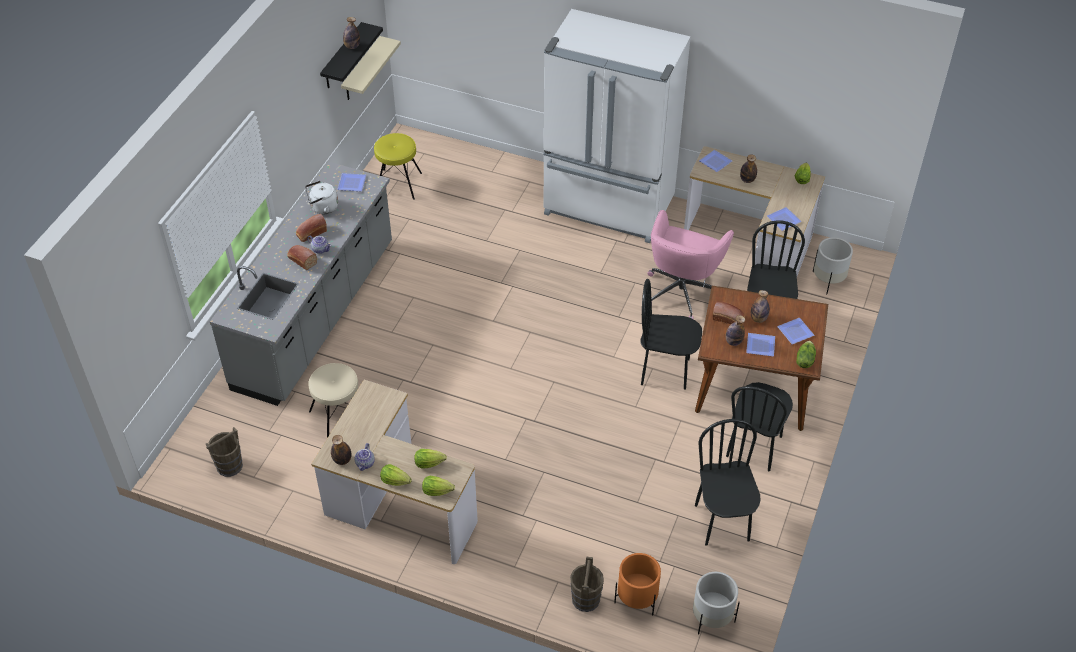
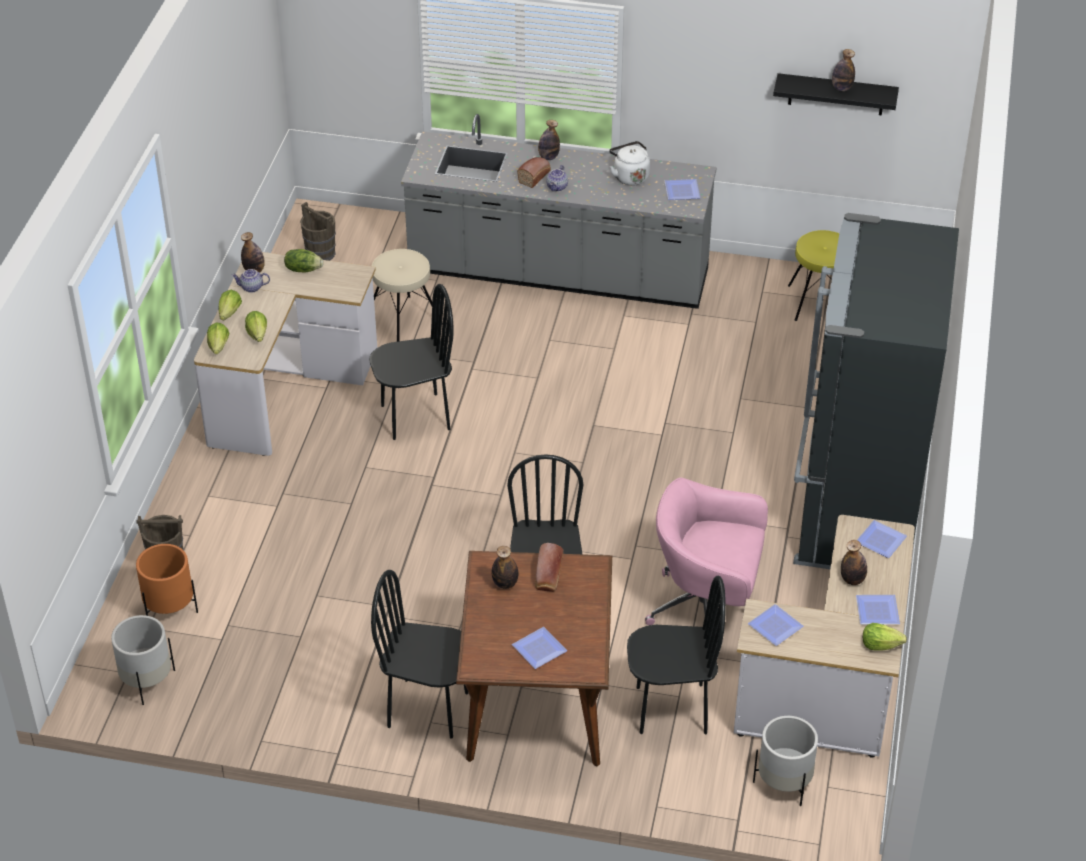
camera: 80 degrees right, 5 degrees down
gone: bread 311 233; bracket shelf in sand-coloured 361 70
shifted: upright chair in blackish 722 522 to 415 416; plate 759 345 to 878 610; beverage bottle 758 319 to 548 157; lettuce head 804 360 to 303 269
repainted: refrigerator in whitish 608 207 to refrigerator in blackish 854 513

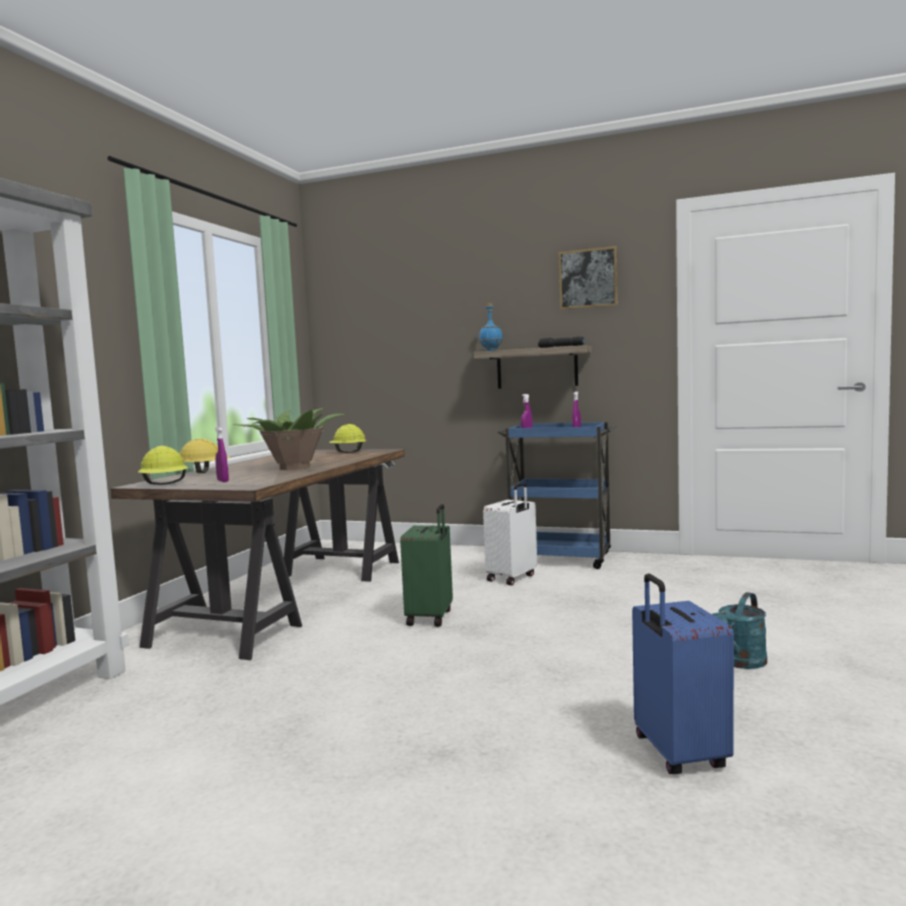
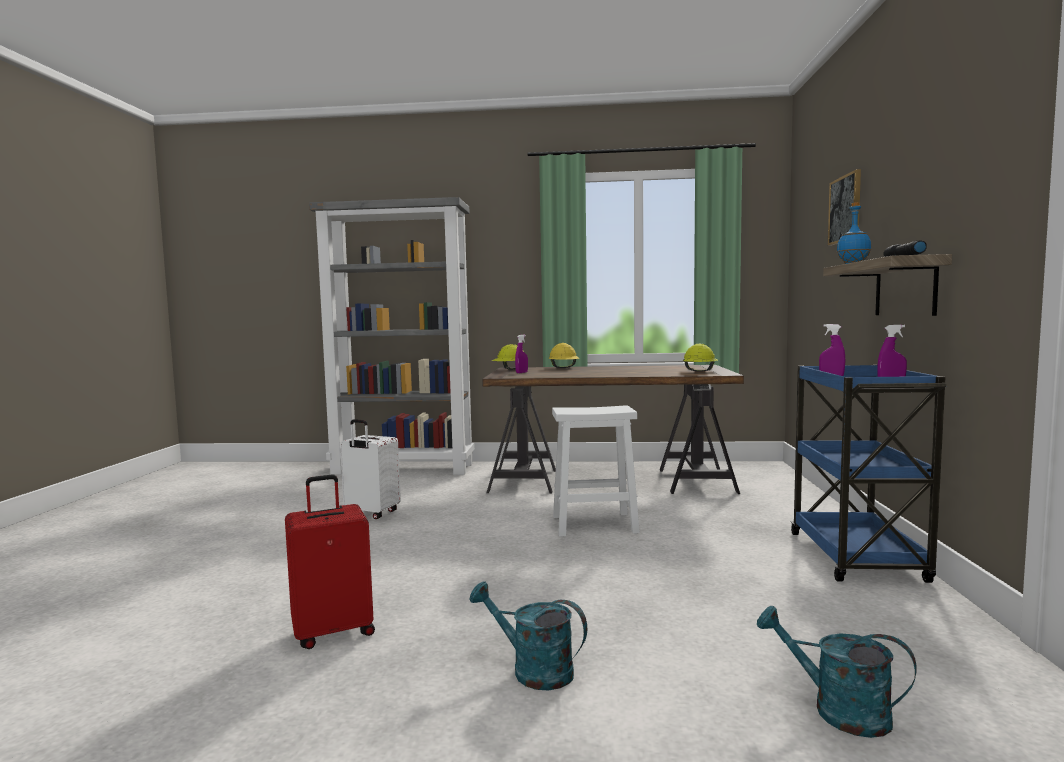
camera: 75 degrees right, 0 degrees up
gone: plant in a pot 294 468
new: watering pot in turquoise 837 710
shifted: suitcase in whitish 512 578 to 371 513; picture 588 278 to 845 209
swapped: suitcase in green-coloured 431 617 to sitting stool in whitish 592 524
repainted: suitcase in blue 677 754 to suitcase in red 333 631

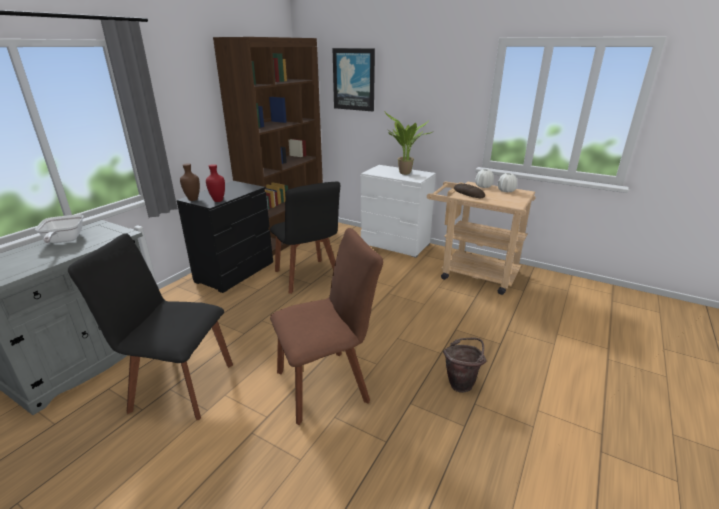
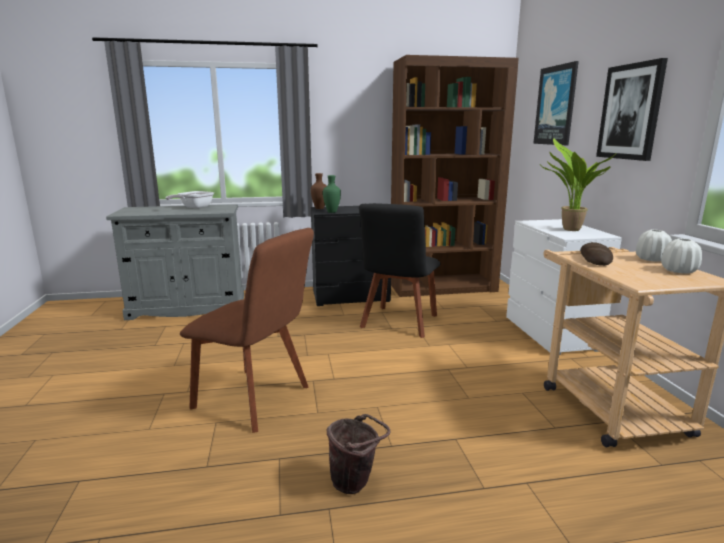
camera: 50 degrees right, 10 degrees down
gone: upright chair in blackish 178 386
new: picture 630 112
repainted: vase in red 218 201 to vase in green-coloured 332 212

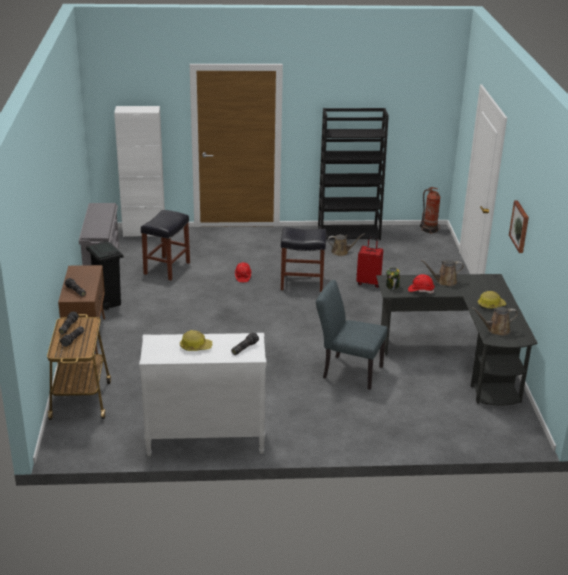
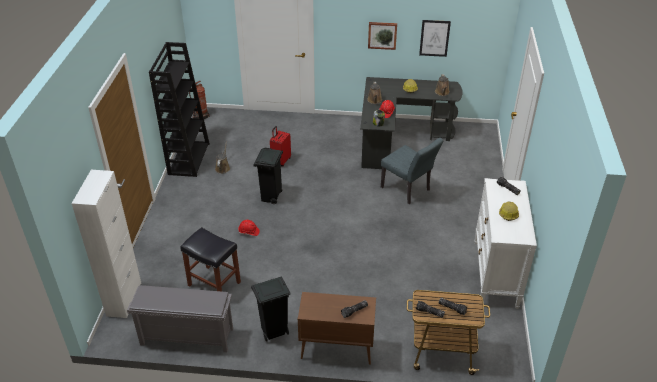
camera: 80 degrees left, 10 degrees up
new: picture 434 38
swapped: sitting stool in blackish 301 283 to trash can in blackish 271 197
rotated: upright chair in greyish 348 371 = 408 190 75 degrees counterclockwise

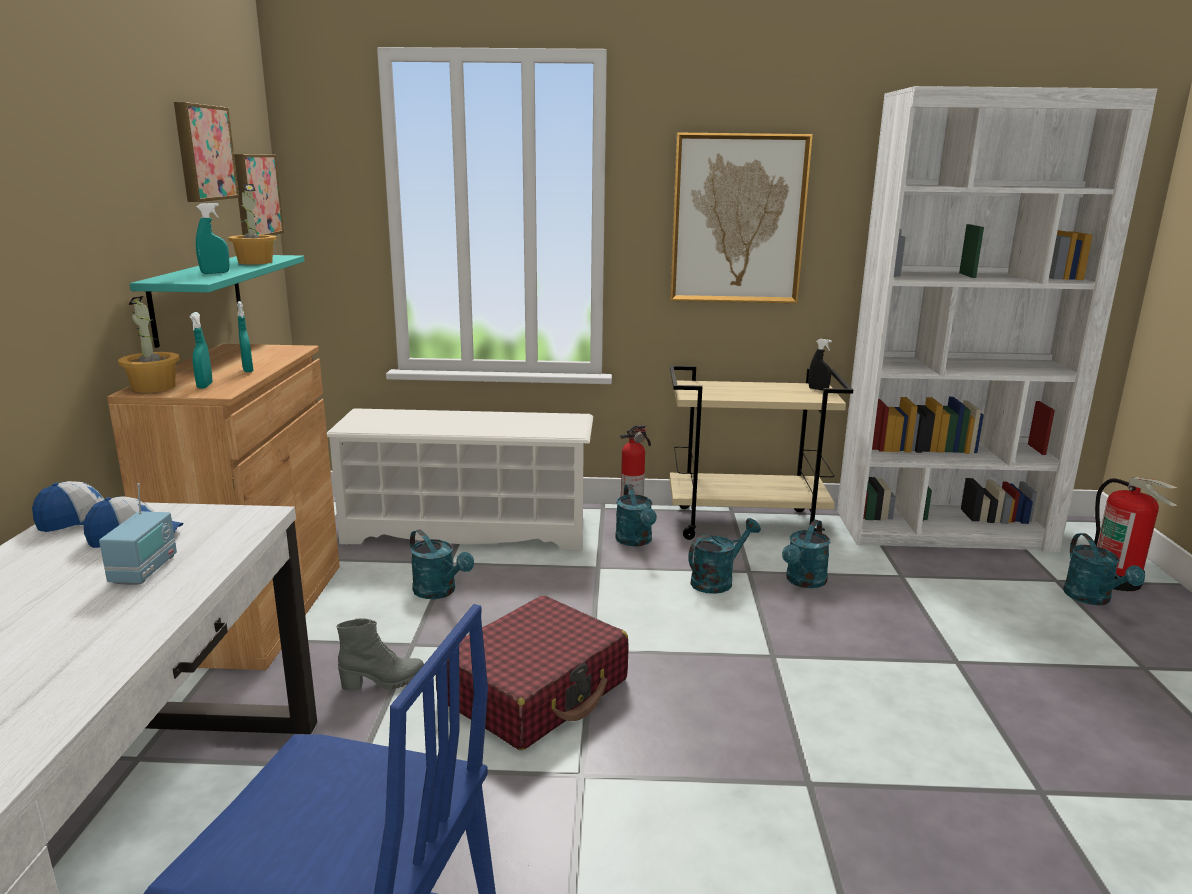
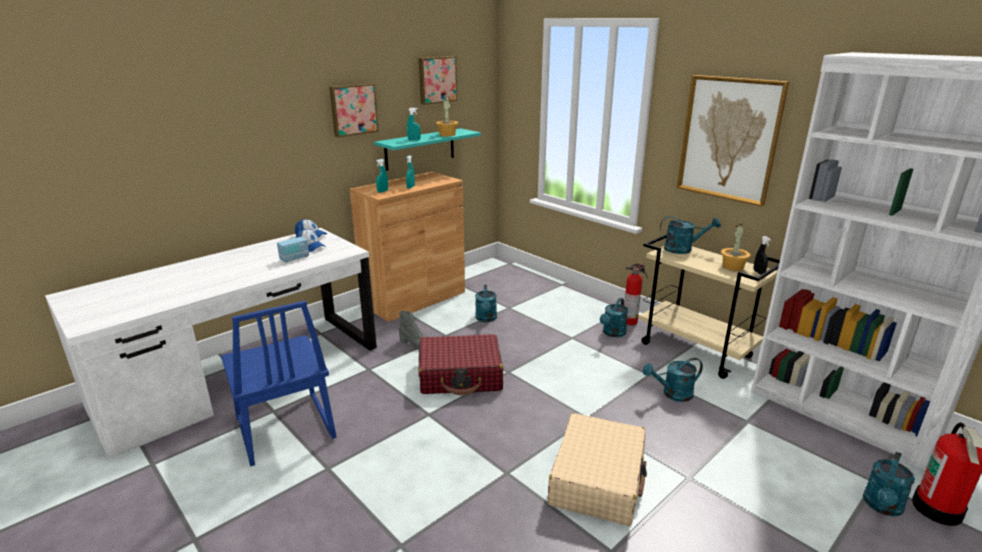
camera: 45 degrees right, 5 degrees up
gone: shoe shelf in whitish 468 530
new: suitcase in sand-coloured 598 479
shifted: plant in a pot 154 387 to 733 267; picture 255 195 to 353 109; watering pot in turquoise 717 580 to 683 249

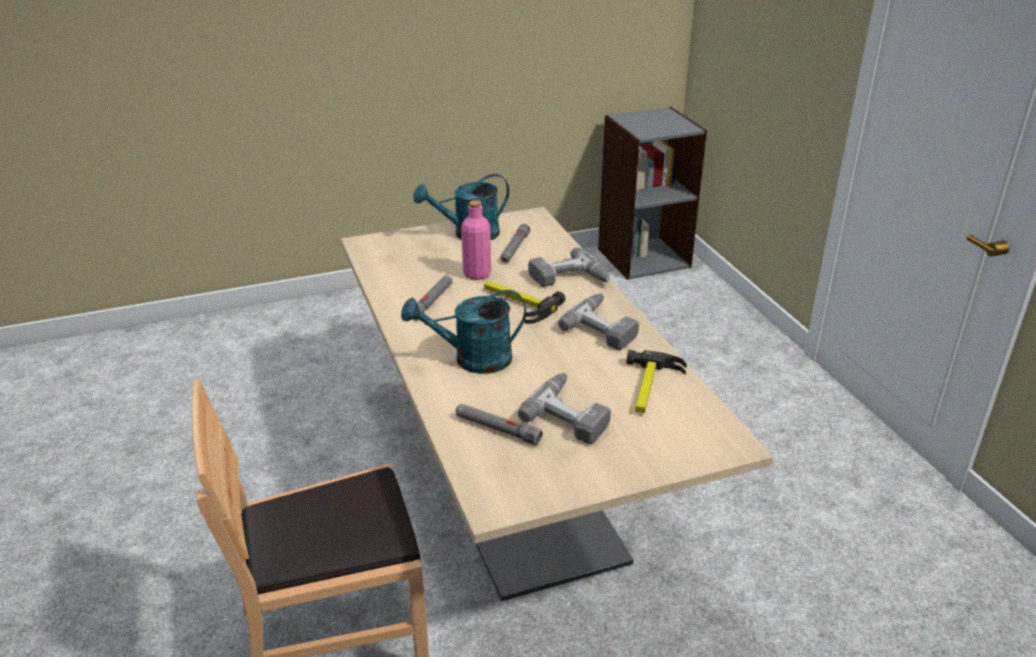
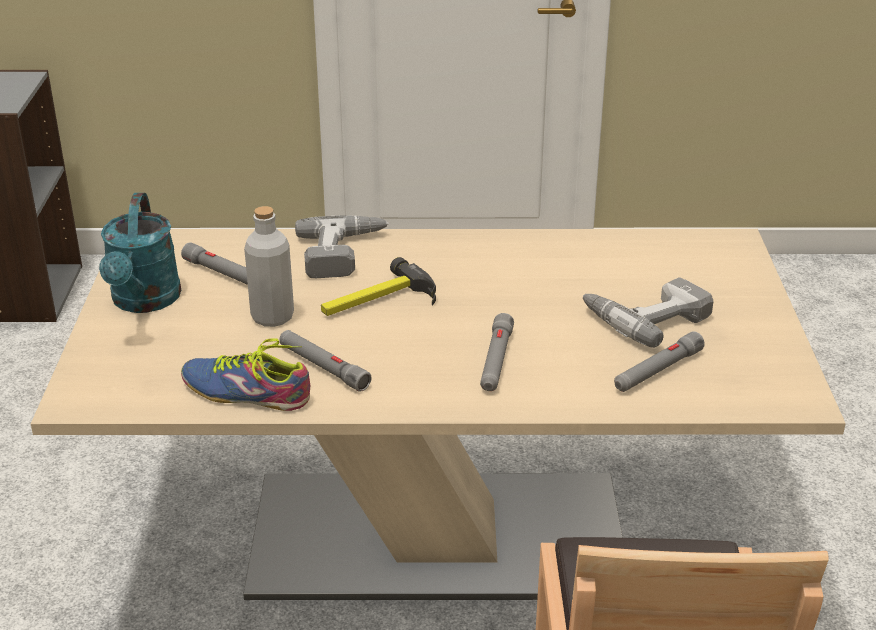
camera: 70 degrees left, 0 degrees up
gone: electric drill 605 327; hammer 651 388
new: low shoe 246 393
swapped: watering pot in turquoise 472 360 to flashlight in greyish 496 361
repainted: beverage bottle in pinkish 477 274 to beverage bottle in greyish 272 317

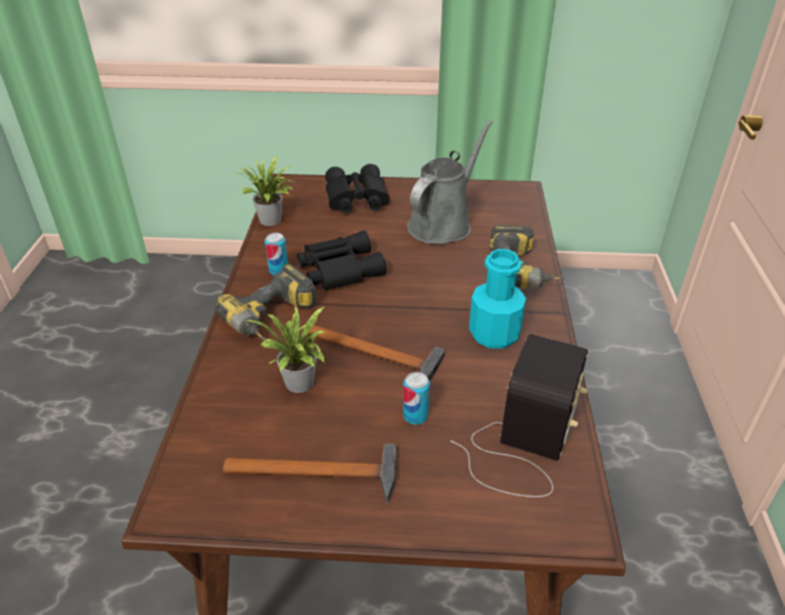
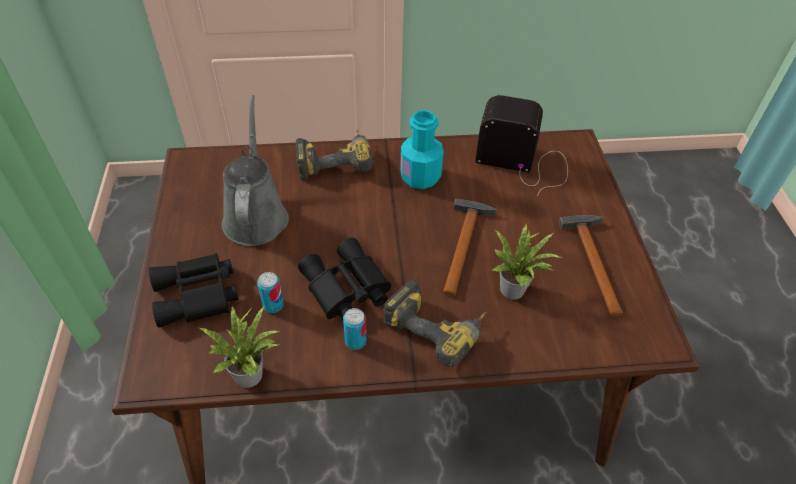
camera: 100 degrees left, 10 degrees up
shifted: can 415 416 to 273 305
rotated: watering pot in greyish 443 224 = 256 215 60 degrees clockwise

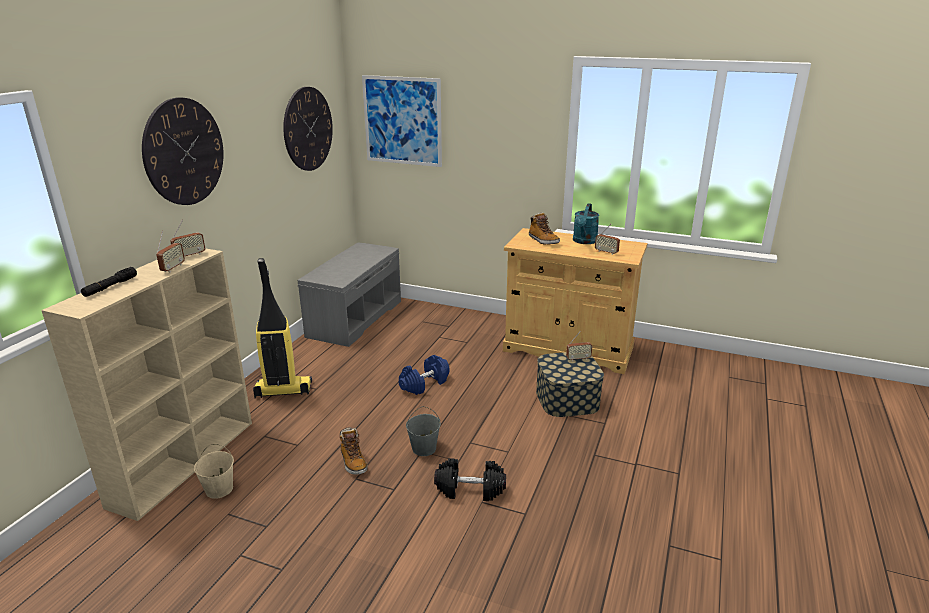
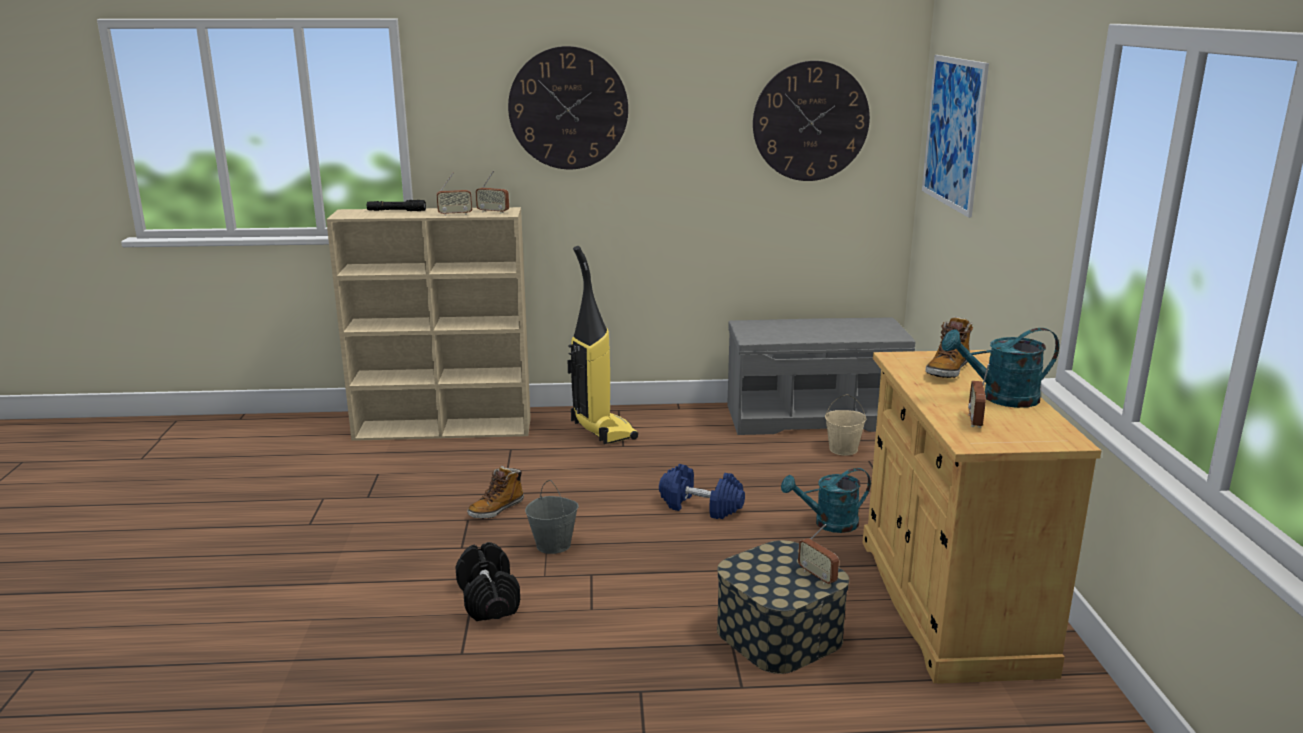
camera: 65 degrees right, 5 degrees down
new: watering pot in turquoise 828 524
shifted: water bucket in sand-coloured 219 489 to 843 449

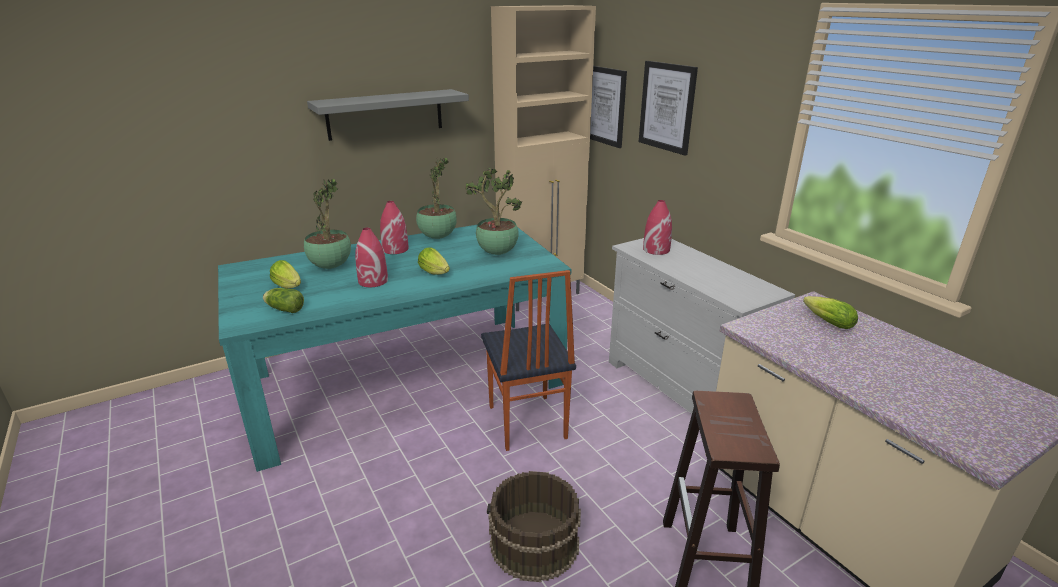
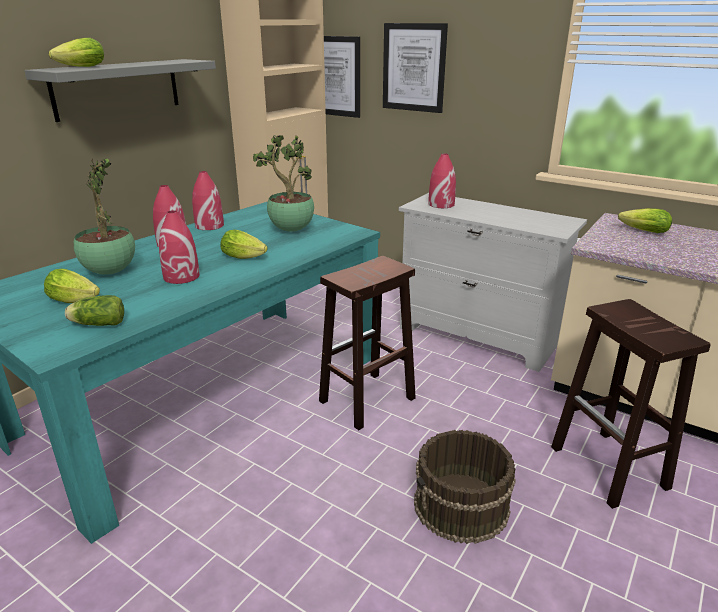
camera: 25 degrees left, 0 degrees up
new: lettuce head 79 67
swapped: plant in a pot 438 237 to vase in red 209 225; upright chair 526 423 to sitting stool in brown 366 400

